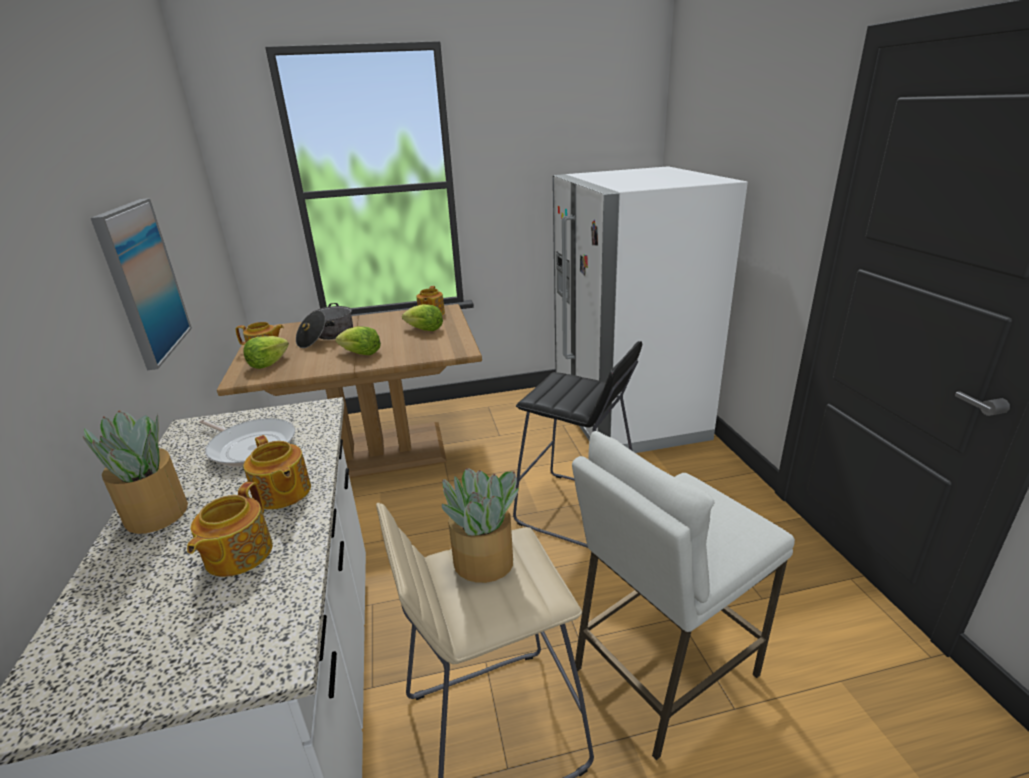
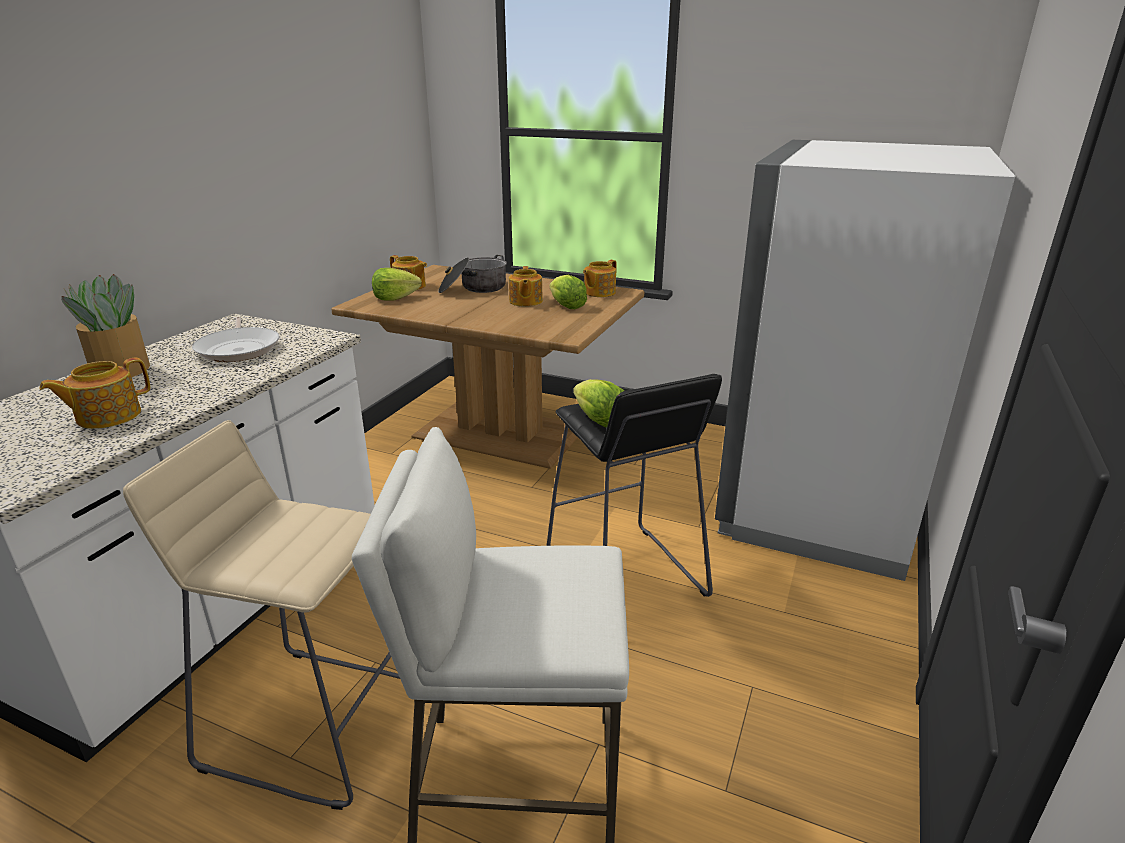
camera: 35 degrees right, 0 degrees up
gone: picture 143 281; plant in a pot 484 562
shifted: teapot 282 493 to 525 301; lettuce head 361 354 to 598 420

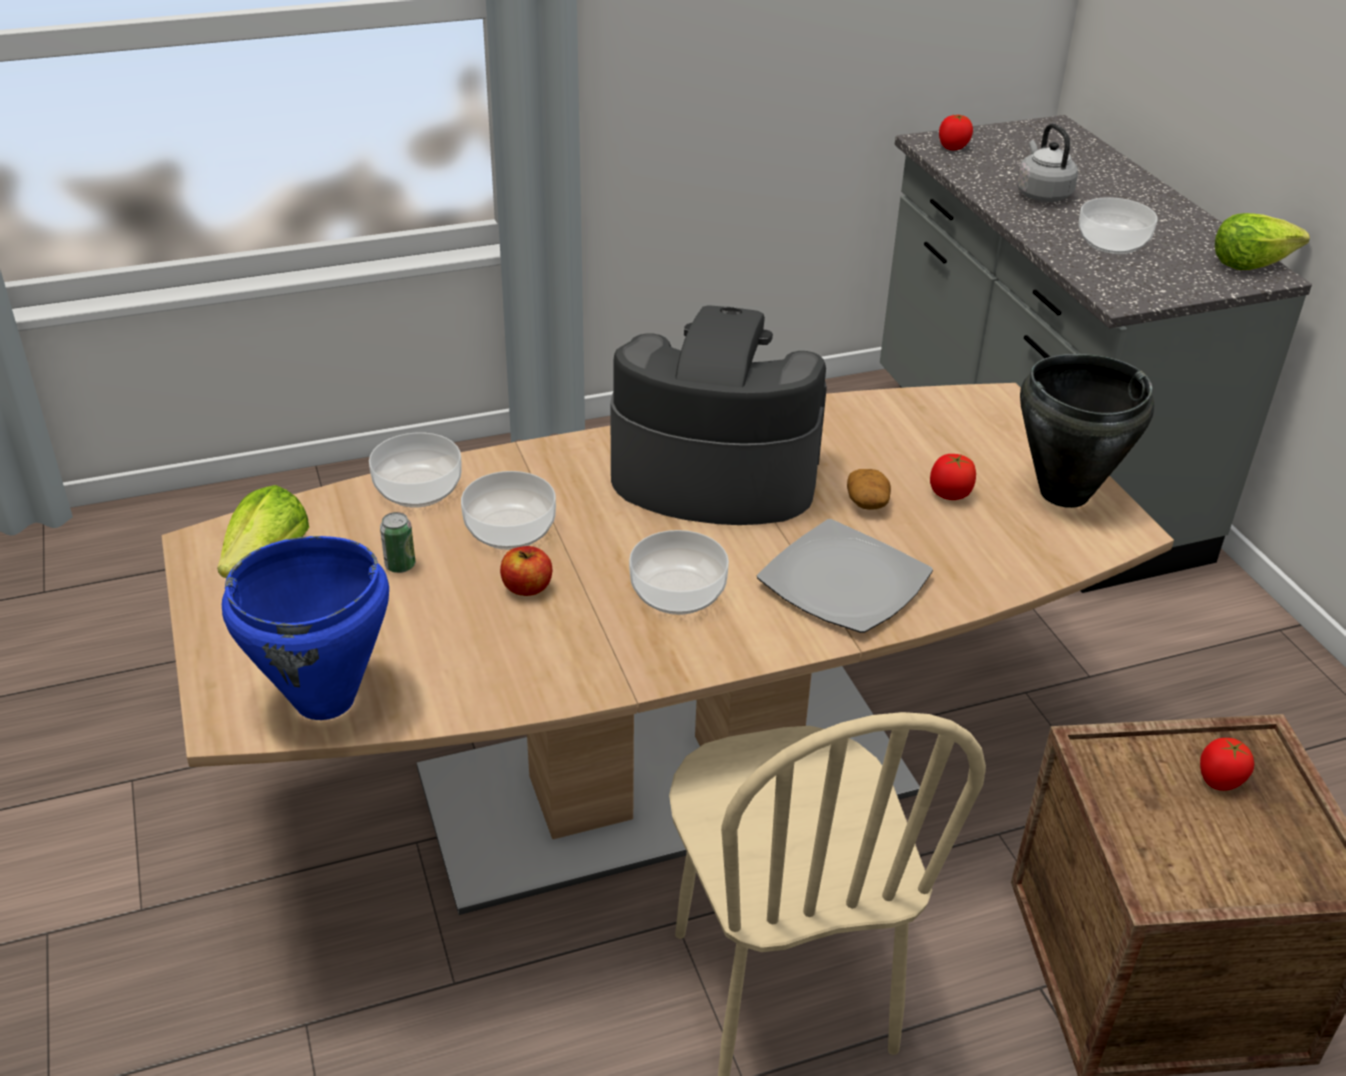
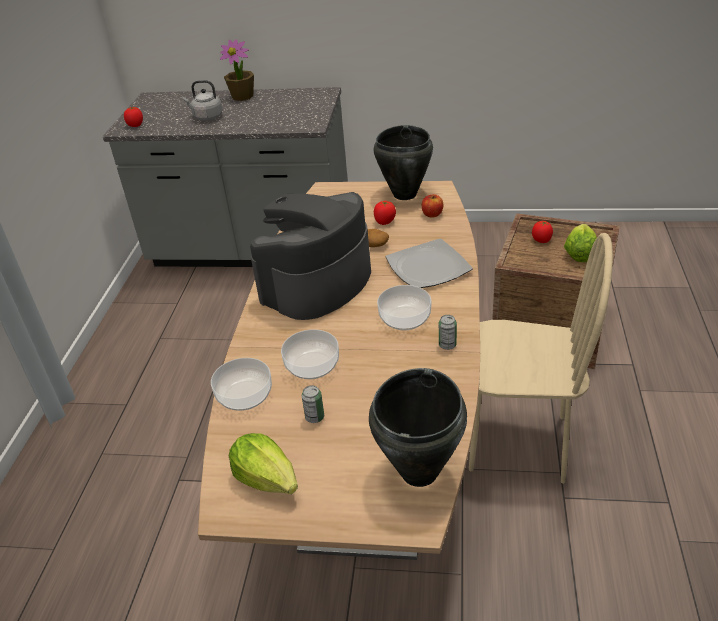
camera: 60 degrees left, 0 degrees up
gone: deep dish 1113 243
new: plant in a pot 242 96; can 447 345
shifted: whole apple 527 587 to 432 214; lettuce head 1250 263 to 579 253
repainted: stockpot in blue 326 700 to stockpot in blackish 420 471

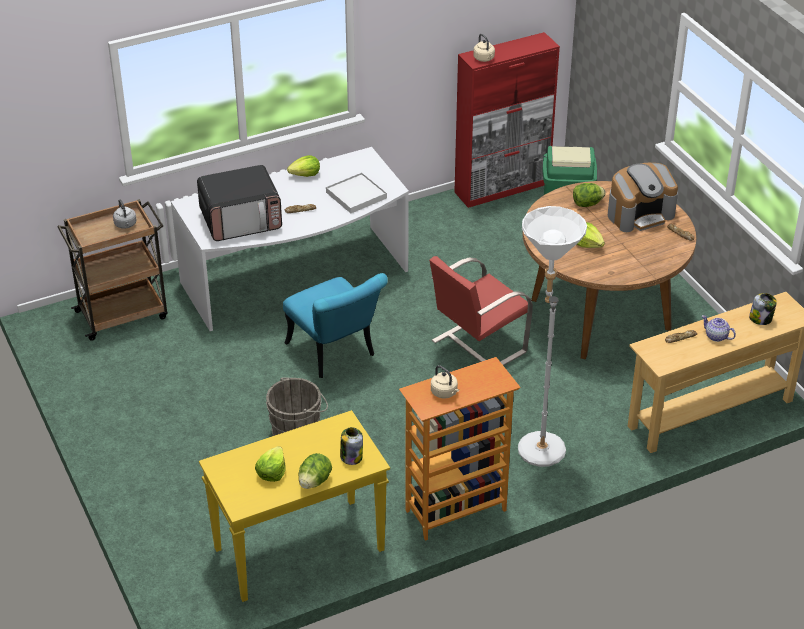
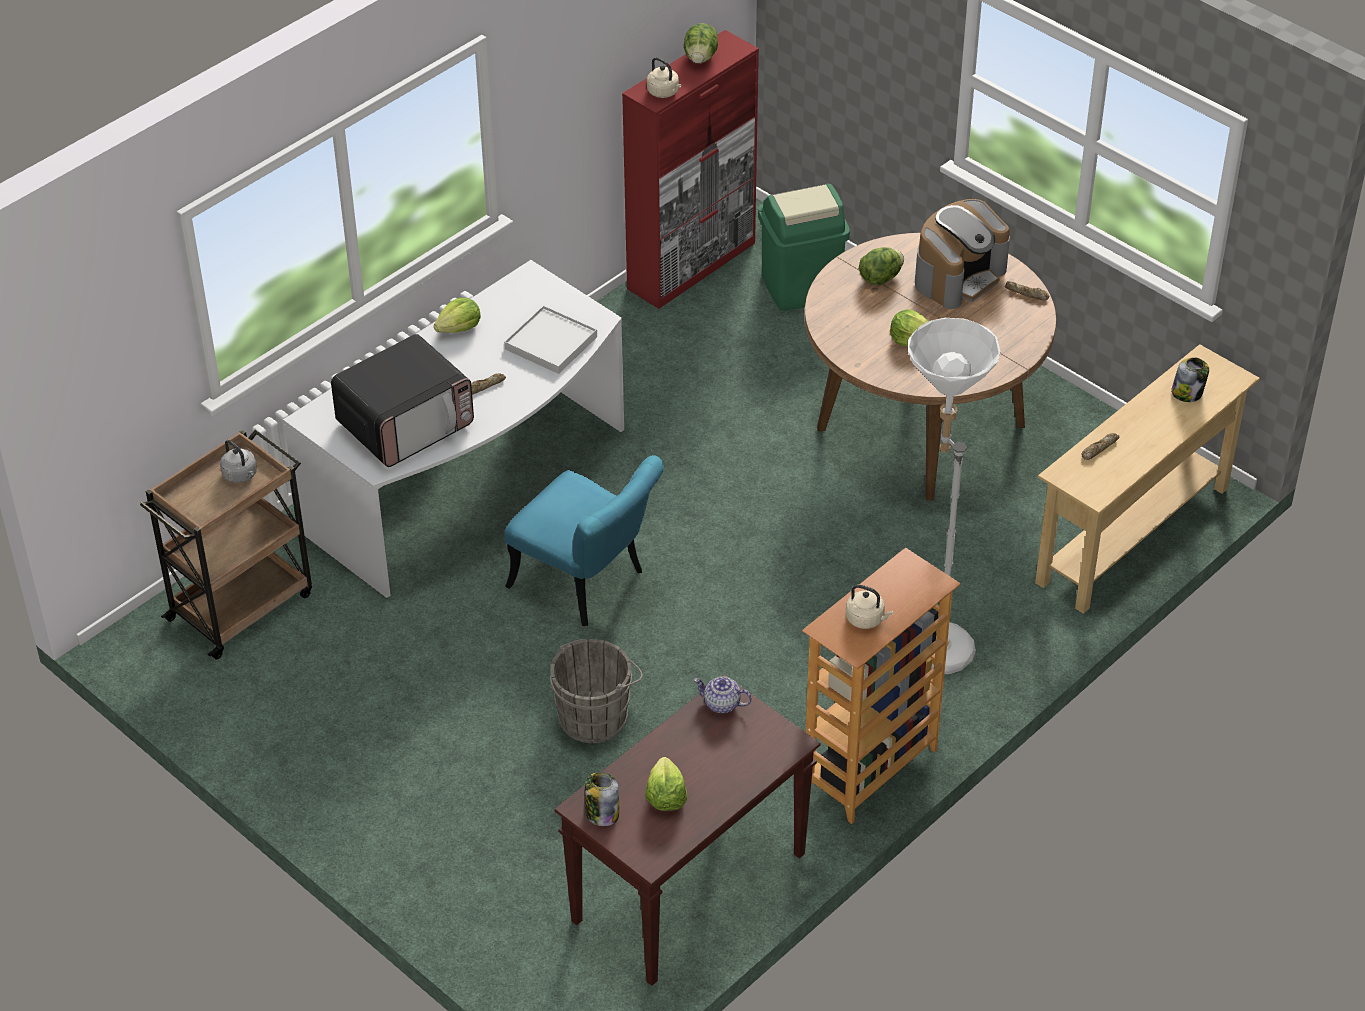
camera: 20 degrees left, 5 degrees up
gone: upright chair in red 477 347
shifted: lettuce head 314 481 to 700 58; jar 351 456 to 601 813; teapot 716 336 to 722 704
repainted: console table in yellowish 298 551 to console table in brown 688 890

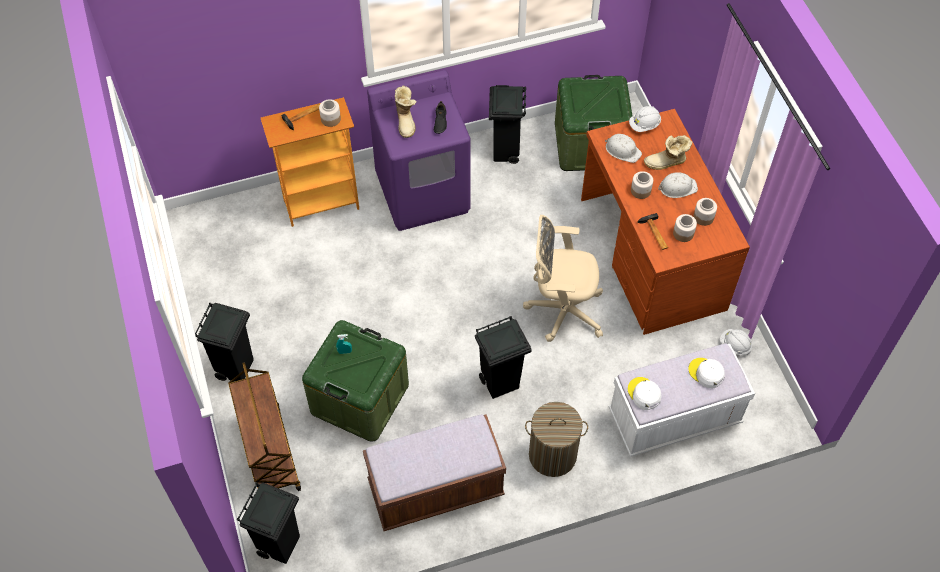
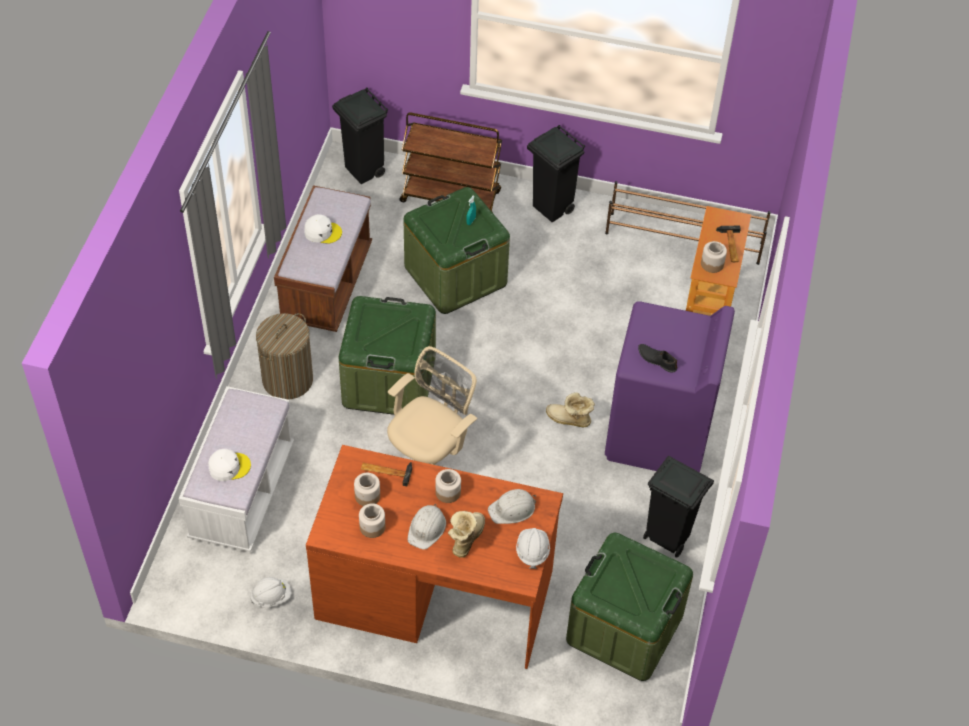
camera: 120 degrees right, 5 degrees down
new: shoe shelf in brown 684 238
shifted: tall boot 406 122 to 569 420; peaked cap in whitish 644 394 to 322 232
swapped: trash can in blackish 500 383 to storage bin in green-coloured 389 381

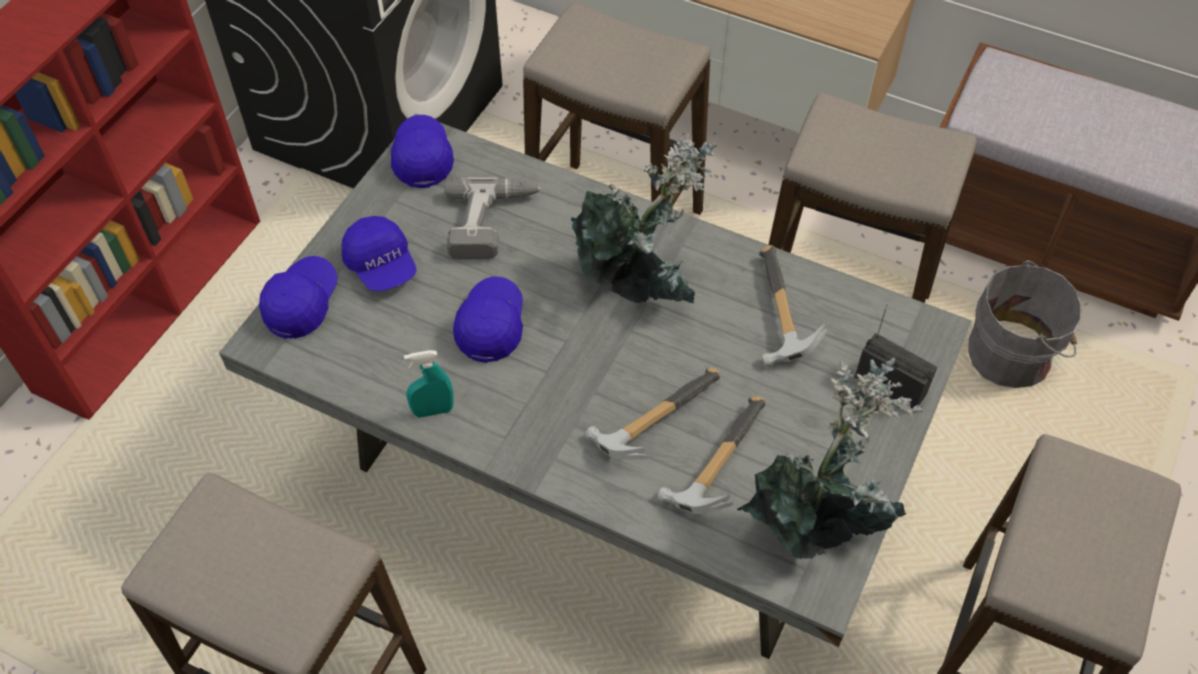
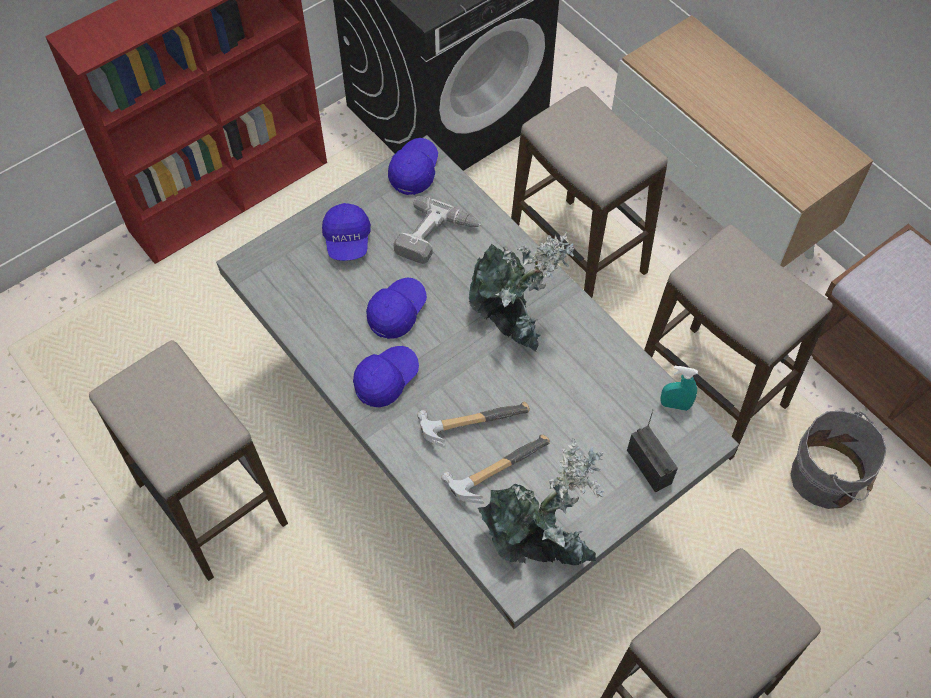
camera: 25 degrees right, 5 degrees up
gone: hammer 775 316
shifted: peaked cap in blue 302 304 to 386 380; hand sprayer in turquoise 433 410 to 675 405

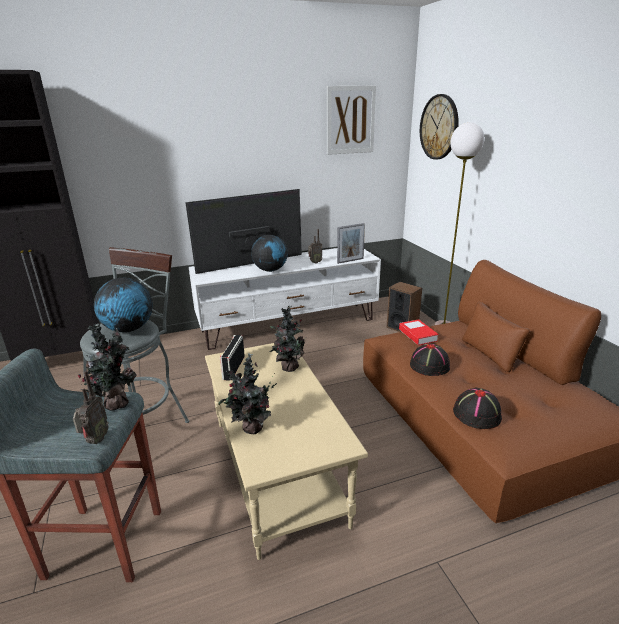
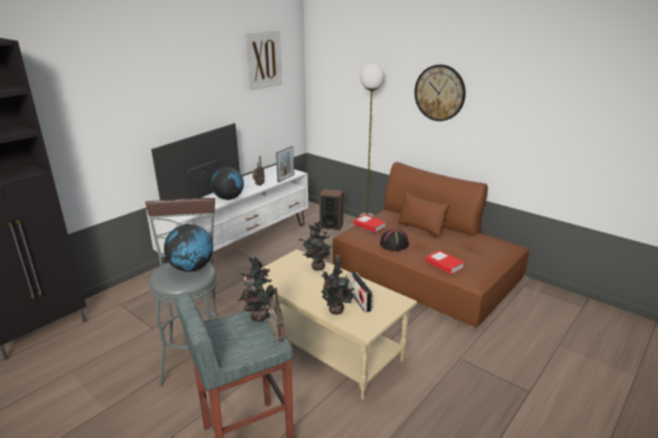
camera: 30 degrees left, 0 degrees up
shifted: radio receiver 233 368 to 360 301; hanging clock 439 127 to 439 93
swapped: hat in blackish 477 413 to bound book 444 265

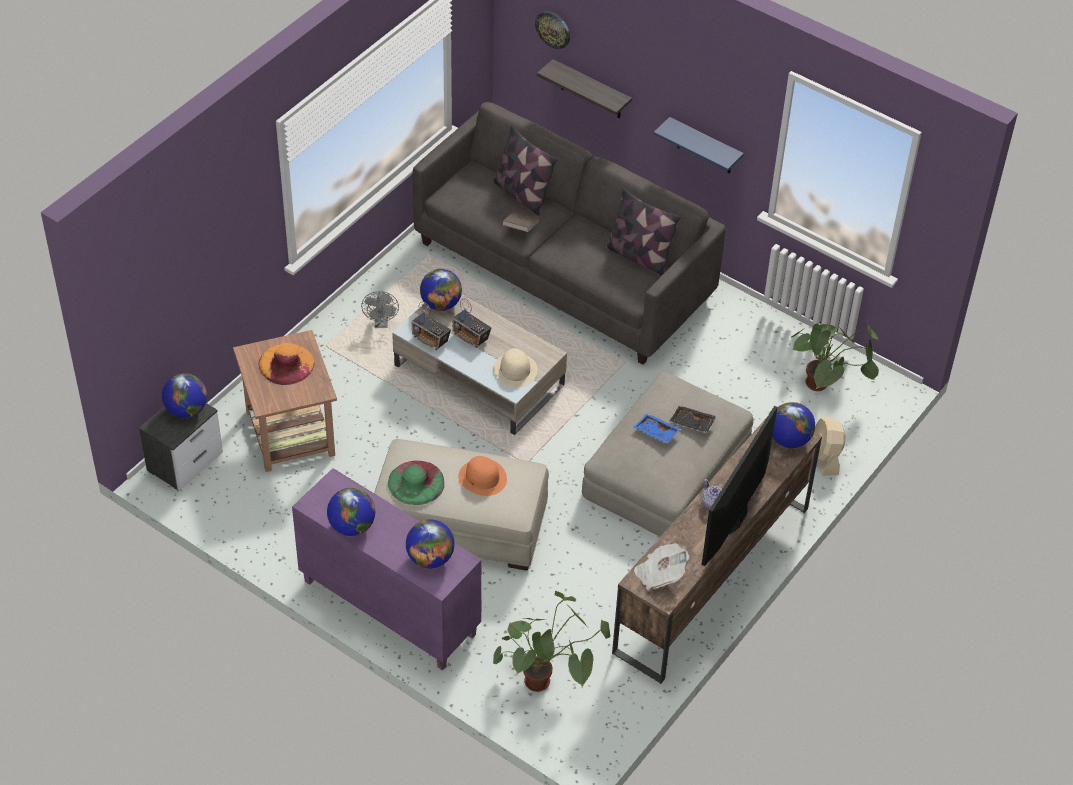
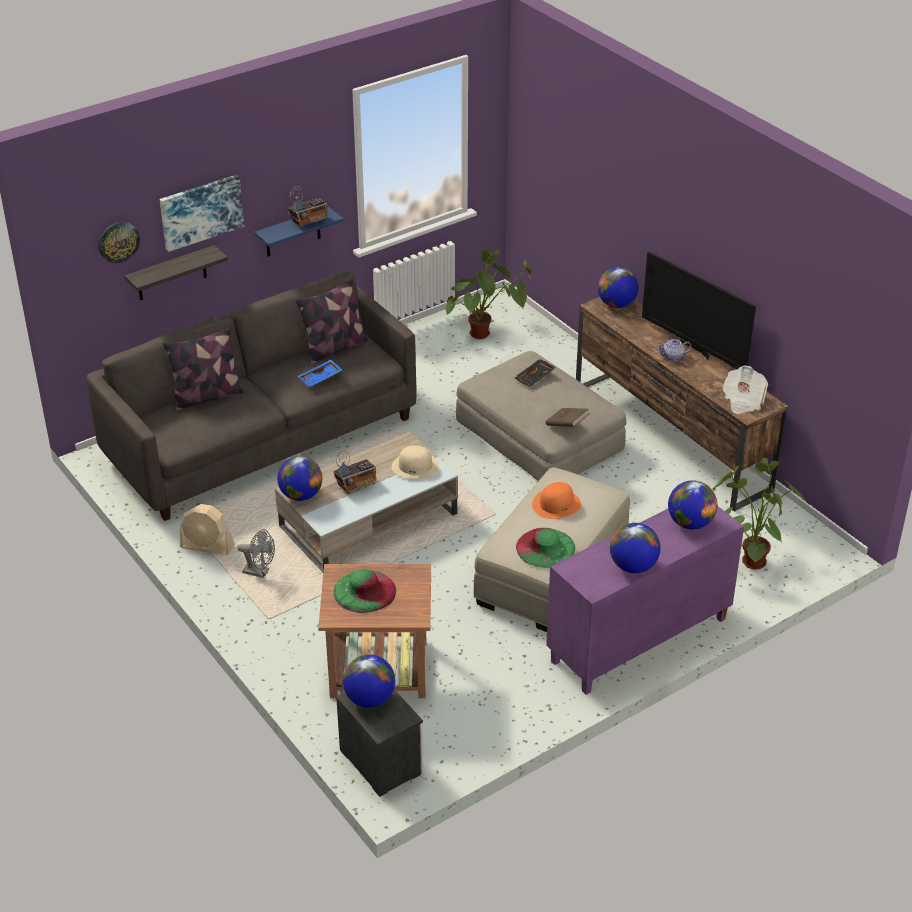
camera: 70 degrees left, 10 degrees down
new: picture 201 211
shifted: radio receiver 430 339 to 309 222; bound book in brown 520 228 to 567 425; carrying tray in blue 656 432 to 320 378; fan in sand-coloured 826 457 to 207 546
repainted: hat in orange 286 364 to hat in green-coloured 364 591

